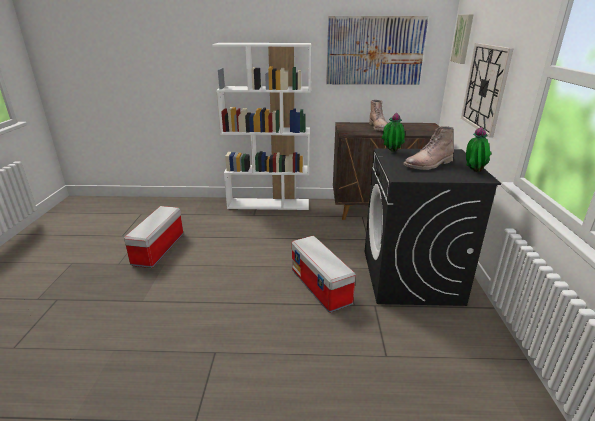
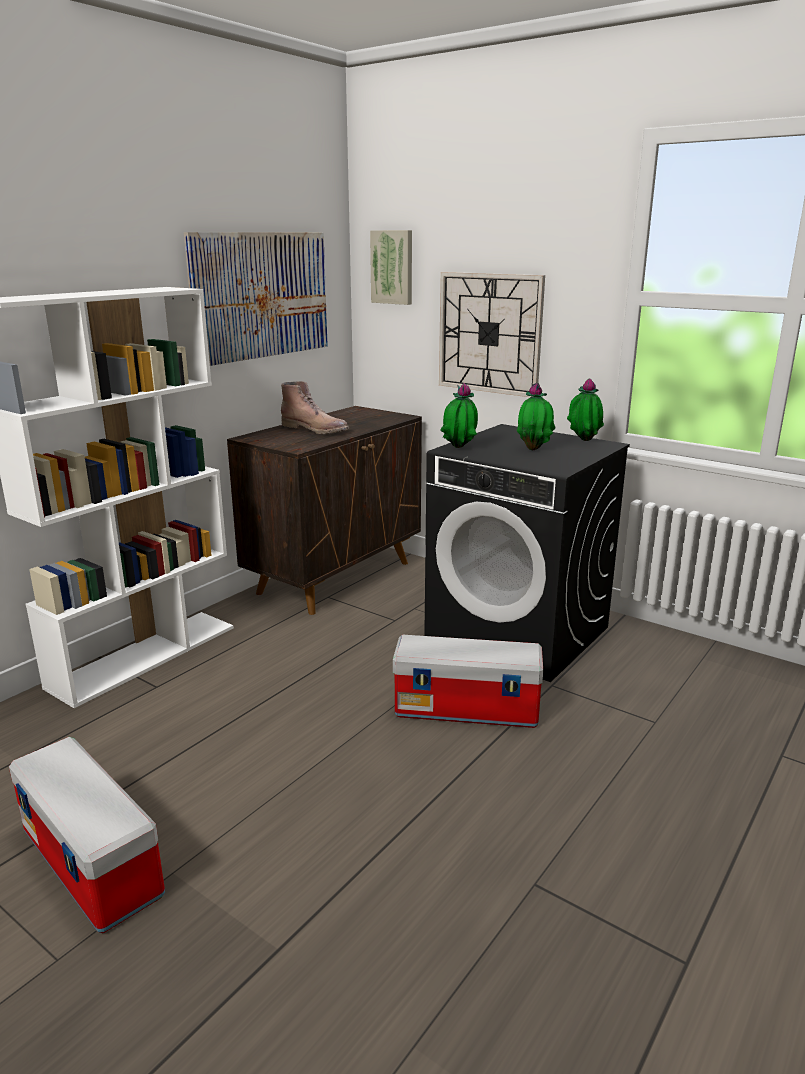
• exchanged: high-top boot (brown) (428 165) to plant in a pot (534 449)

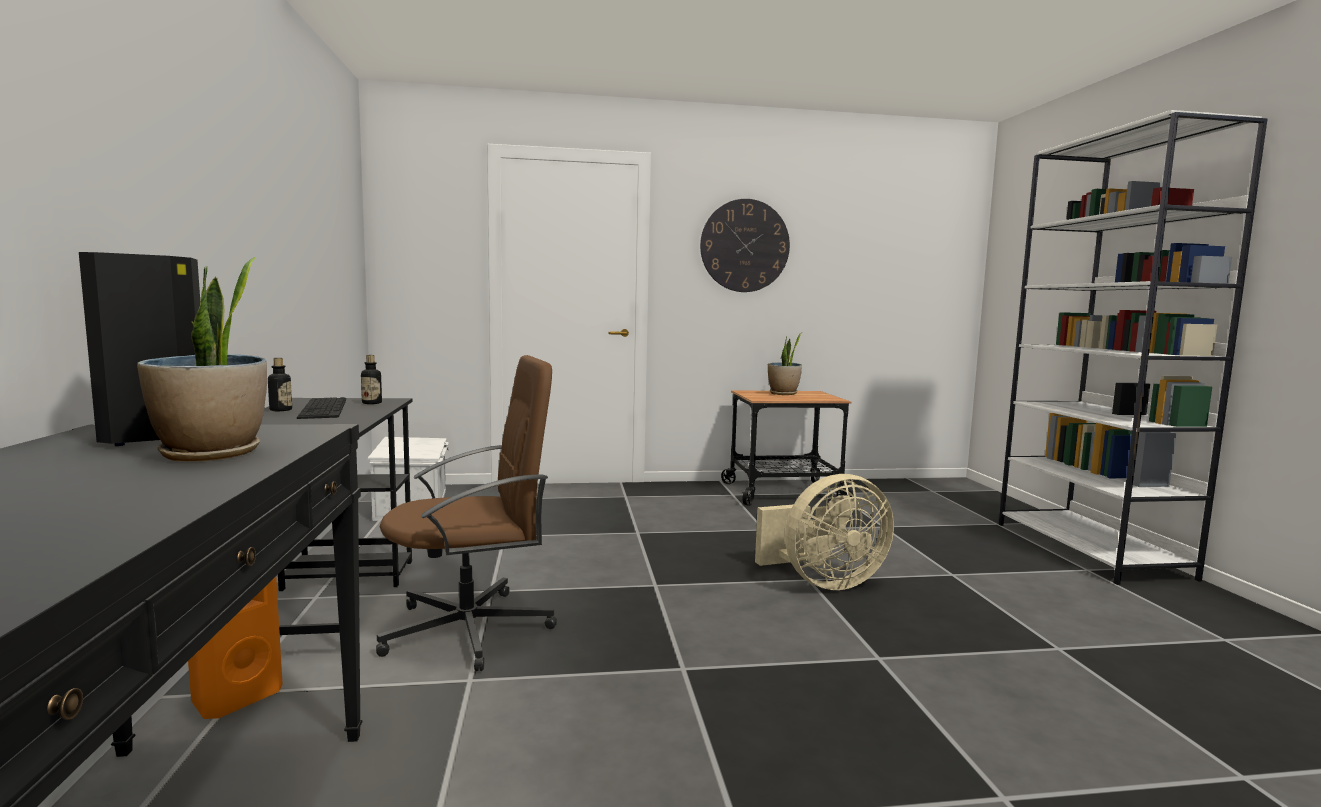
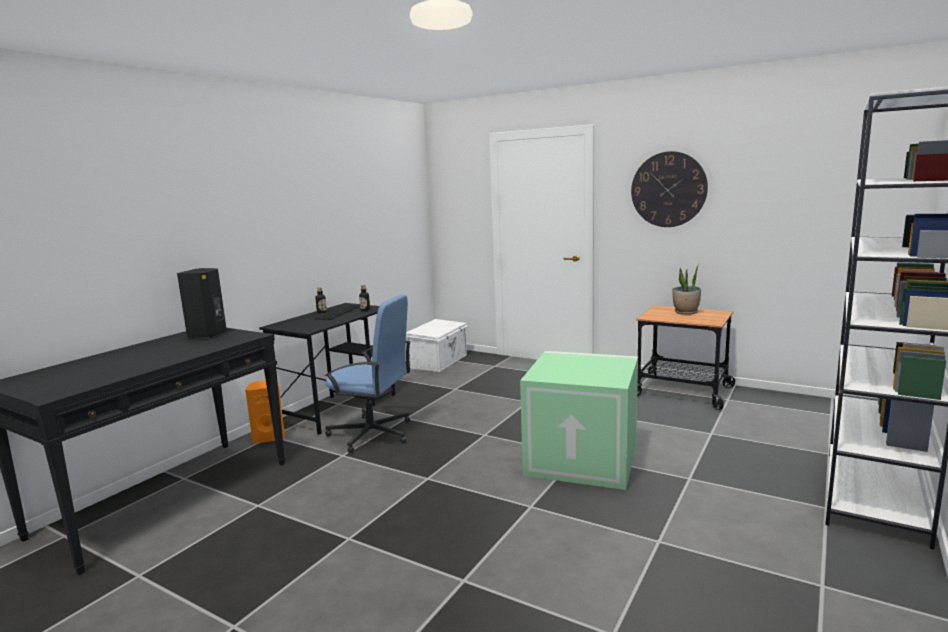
• missing: plant in a pot (212 453)
• exchanged: fan (beige) (824 582) to storage bin (green-coloured) (583 458)
• colour: computer chair (brown) (471 629) to computer chair (blue) (372 434)

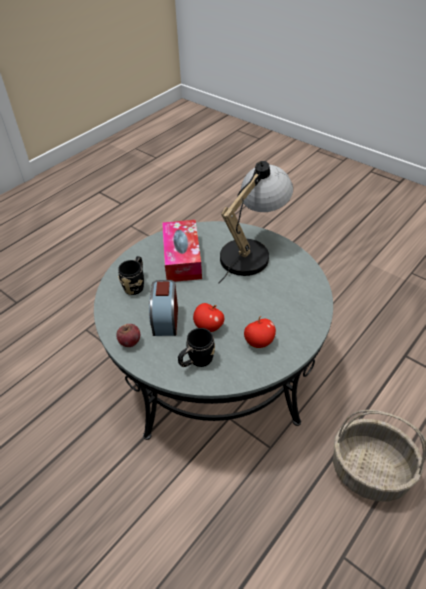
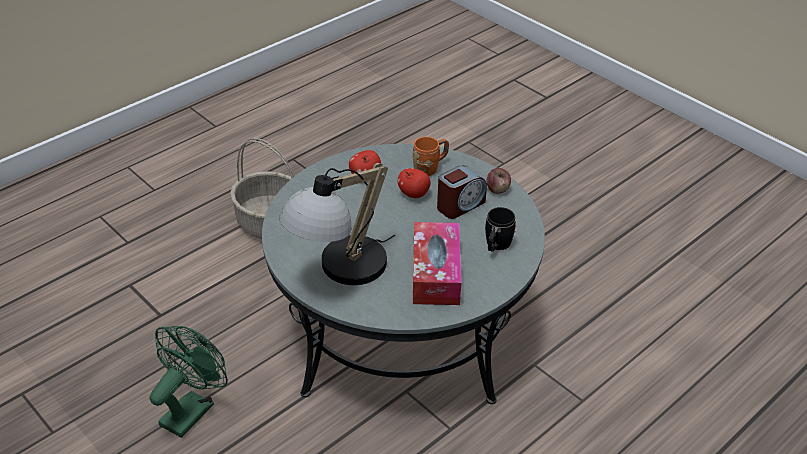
• appeared: fan (green-coloured) (192 409)
• colour: coffee mug (blackish) (196 361) to coffee mug (orange) (430 167)
• spun: alarm clock (165 319) = (460 205) 45 degrees clockwise

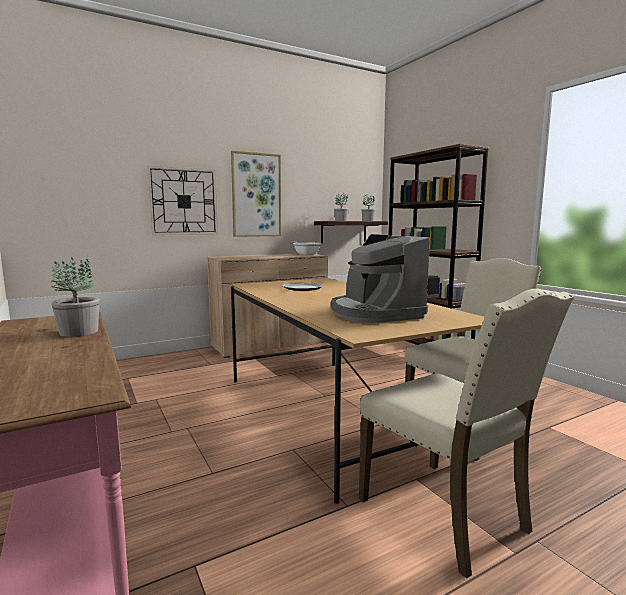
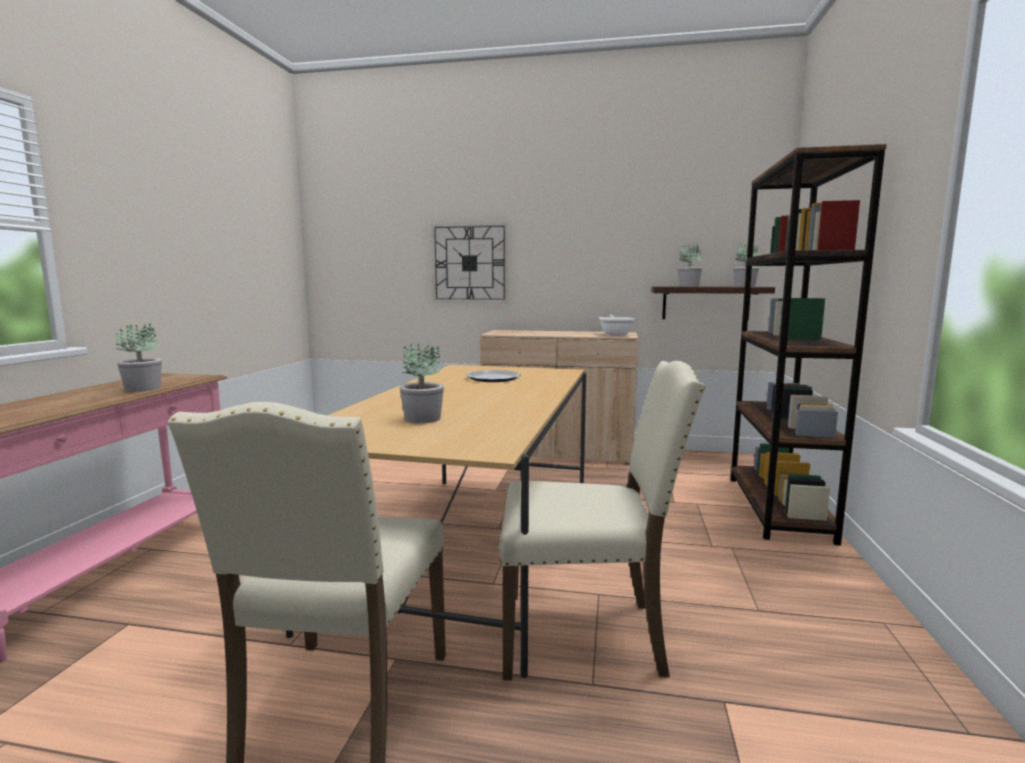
• missing: wall art (256 195)
• exchanged: coffee maker (374 313) to plant in a pot (423 419)

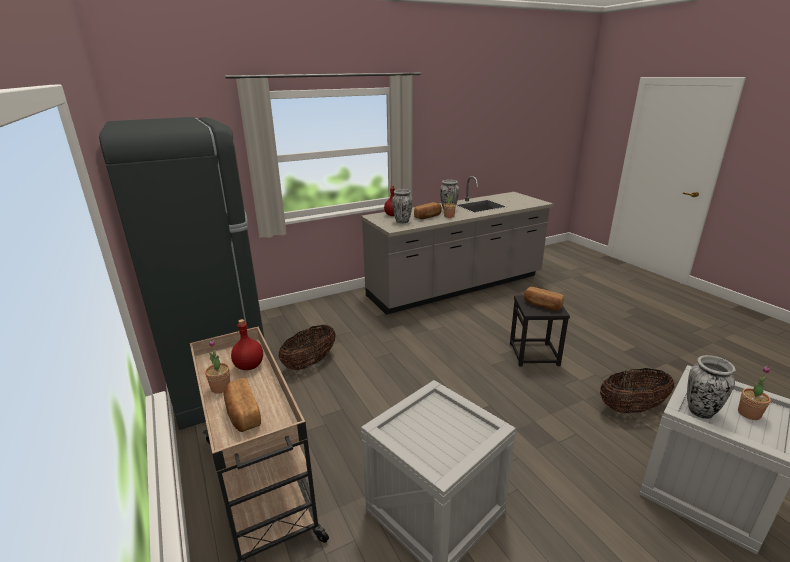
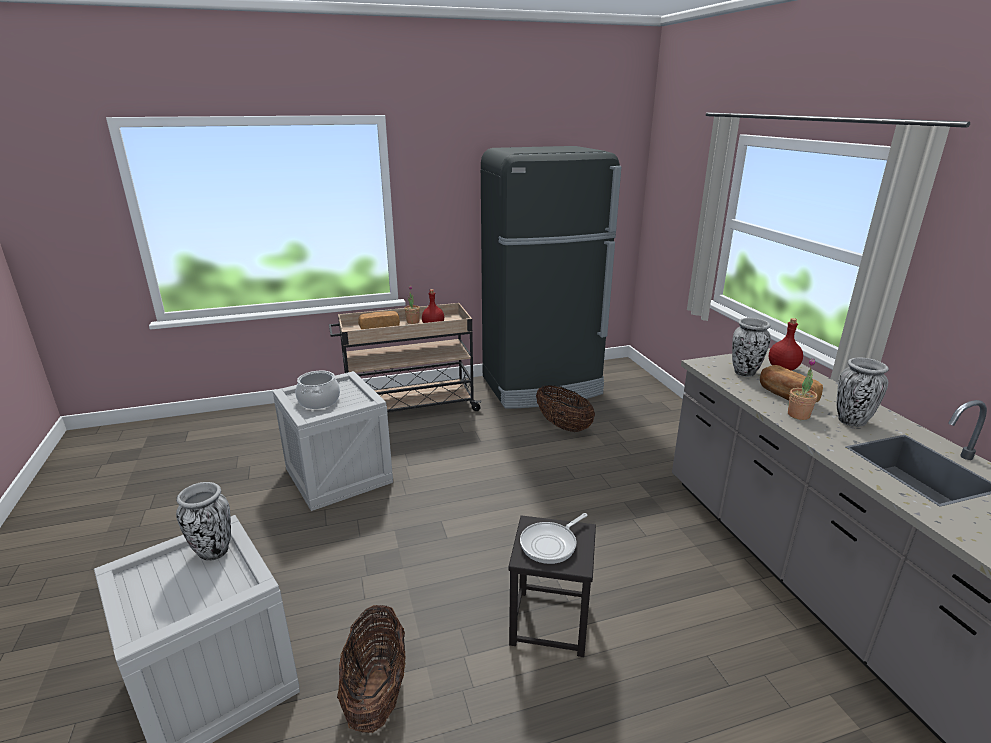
• missing: plant in a pot (749 414)
• appeared: stockpot (319 401)
• exchanged: bread (542 305) to frying pan (551 544)

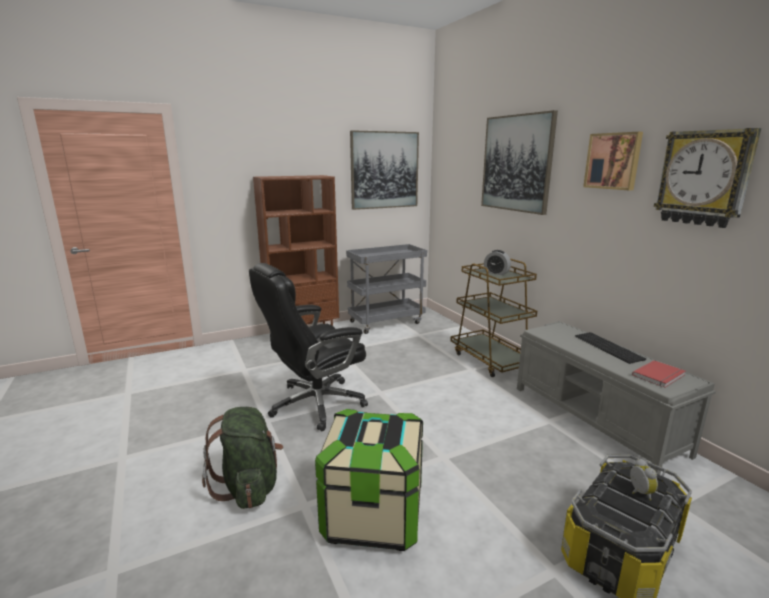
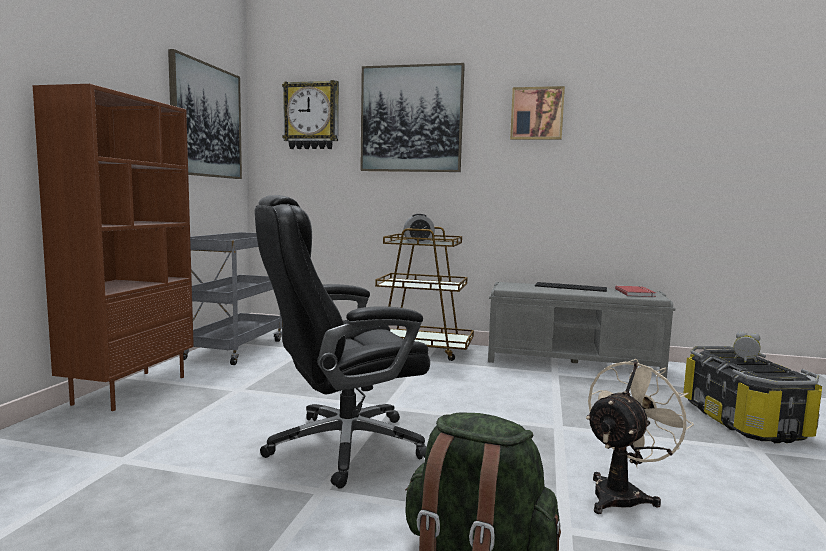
• relocated: clock on the wall (704 178) to (311 116)
• exchanged: storage bin (373 515) to fan (beige) (622 494)
• spun: computer chair (blackish) (315 404) = (342 446) 60 degrees clockwise

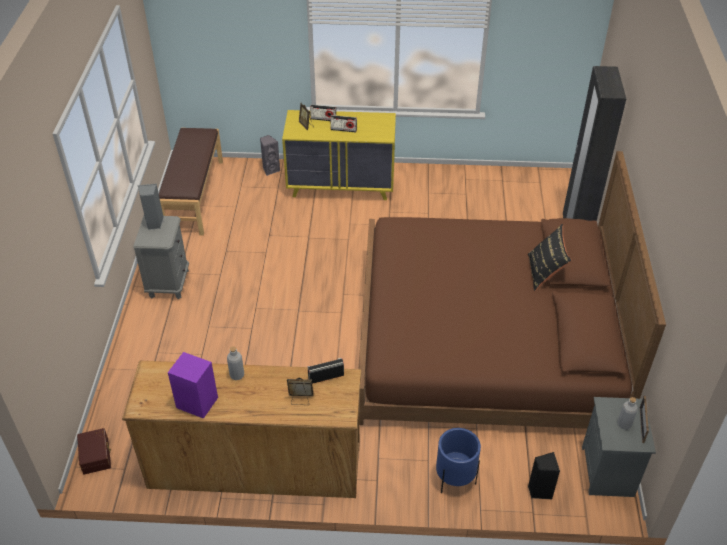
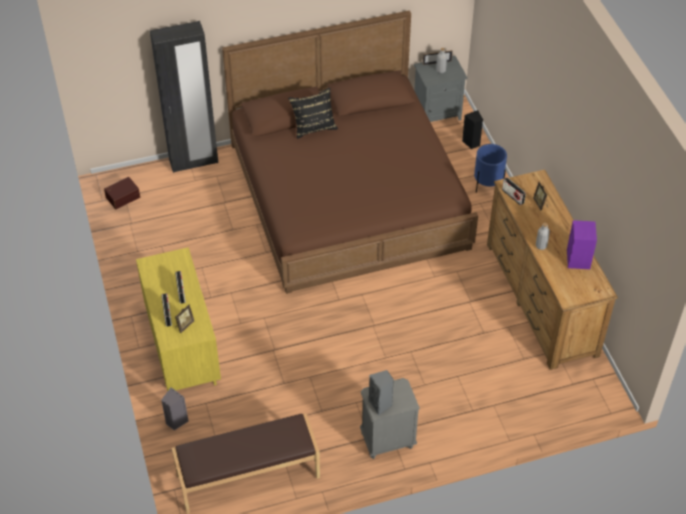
• relocated: storage bin (brown) (96 455) to (122 197)

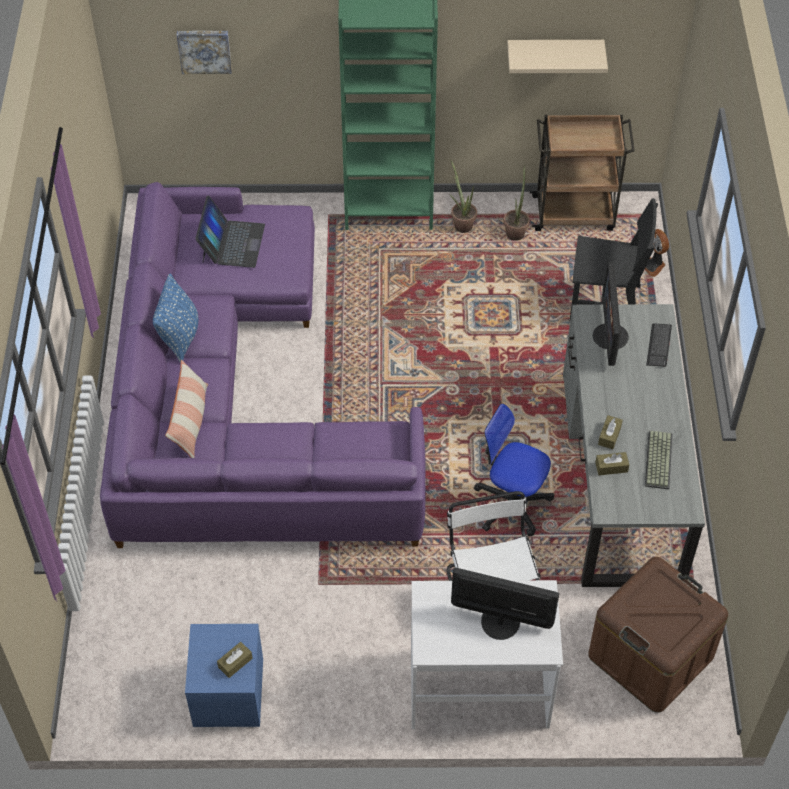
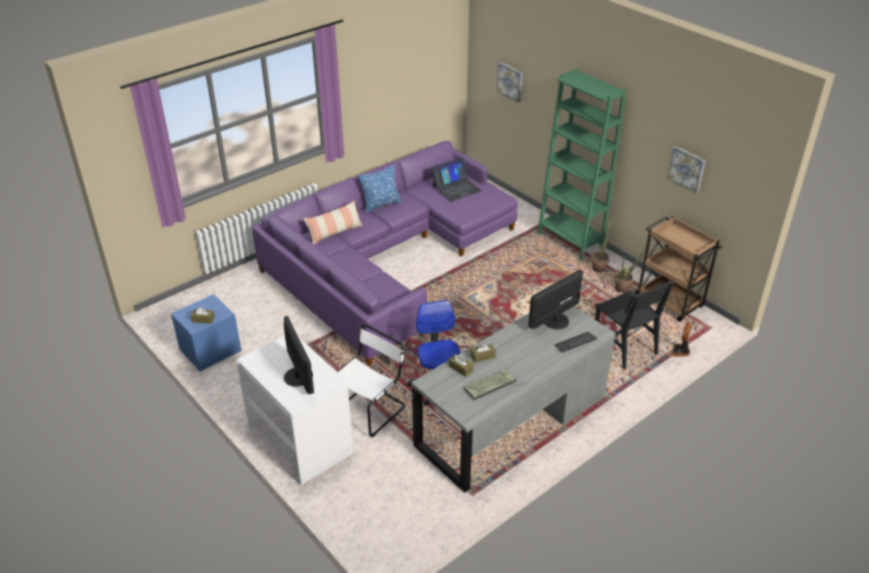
• missing: storage bin (brown) (650 656)
• exchanged: wall shelf (beige) (554 53) to wall art (687 168)

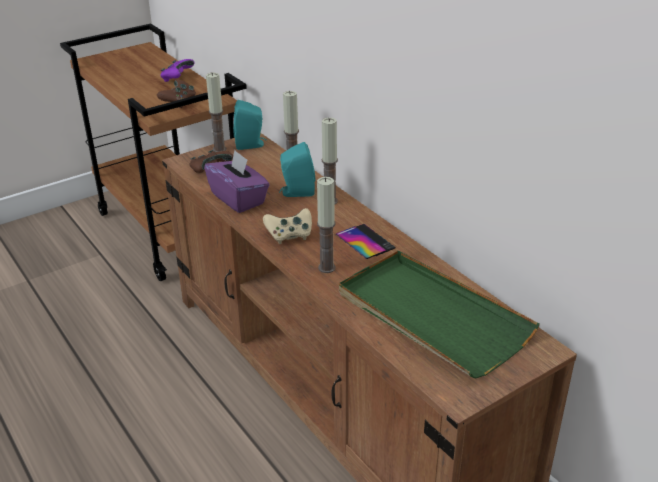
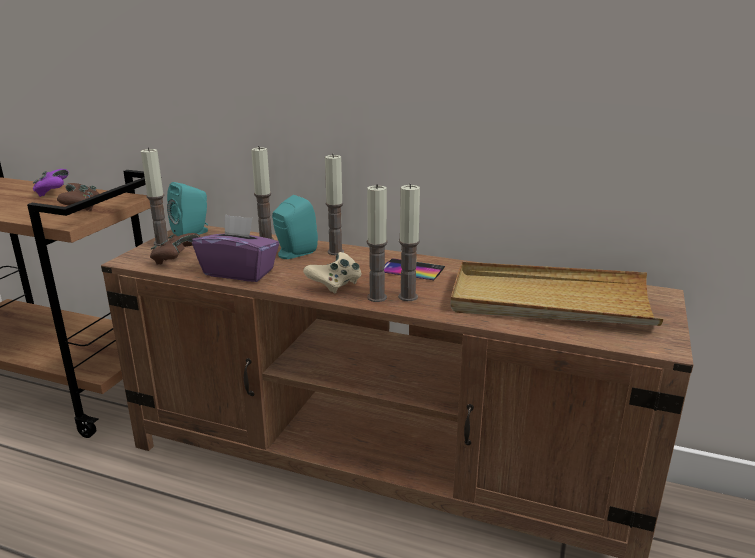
• appeared: candle (377 297)
• colour: tray (green-coloured) (431 316) to tray (beige) (549 301)

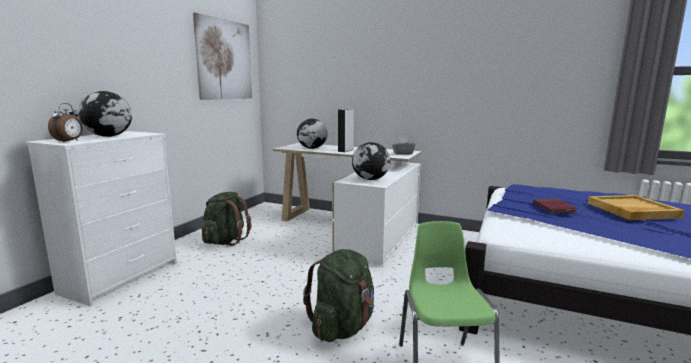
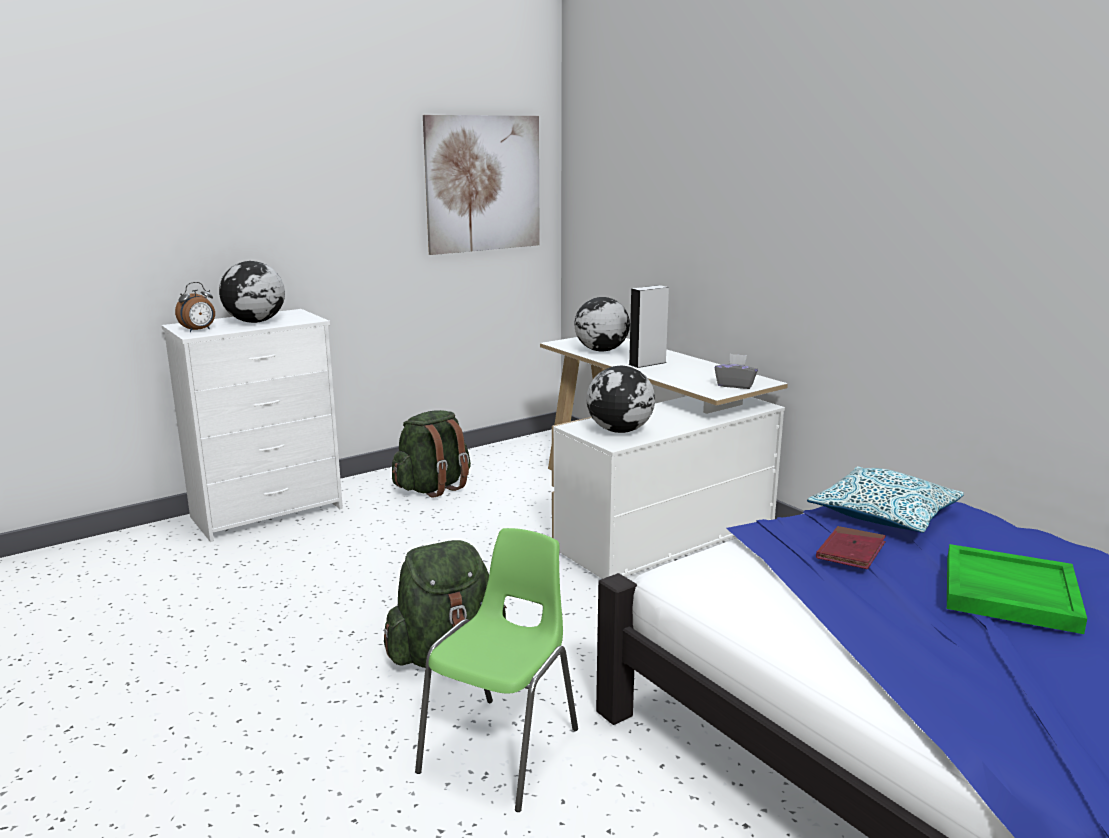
• appeared: pillow (884 515)
• colour: tray (beige) (632 210) to tray (green-coloured) (1008 593)

